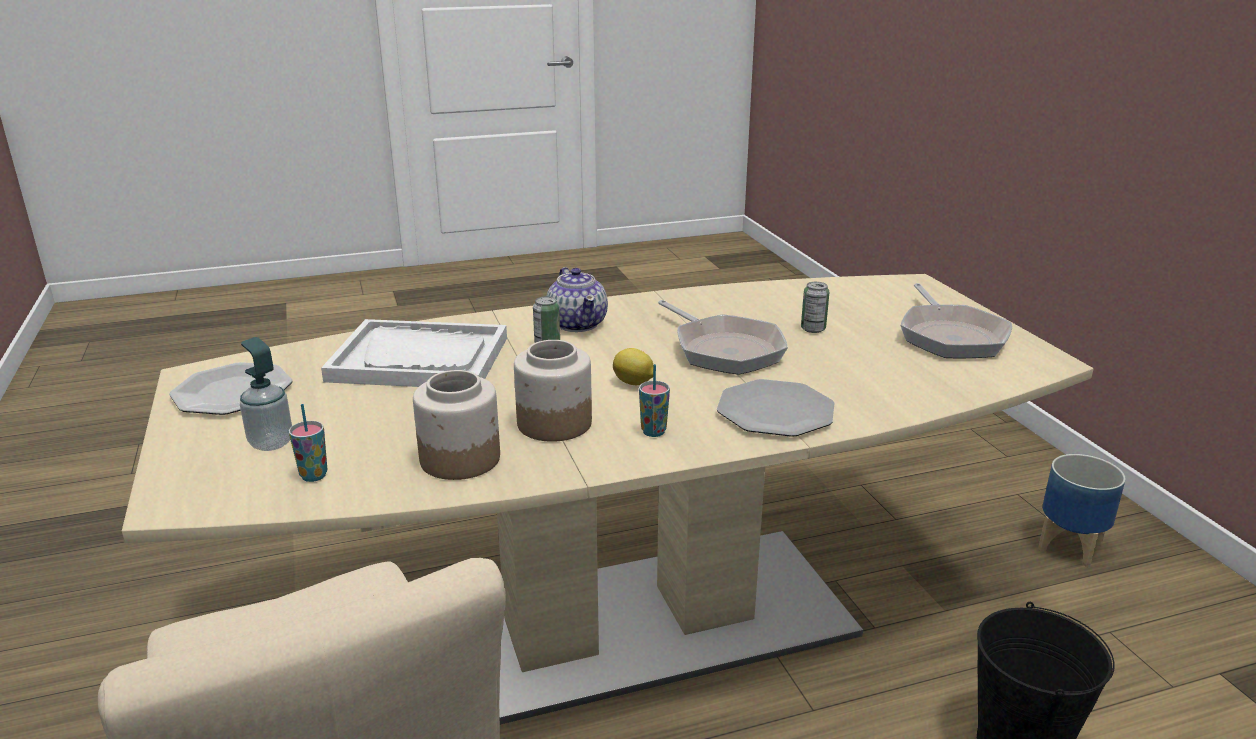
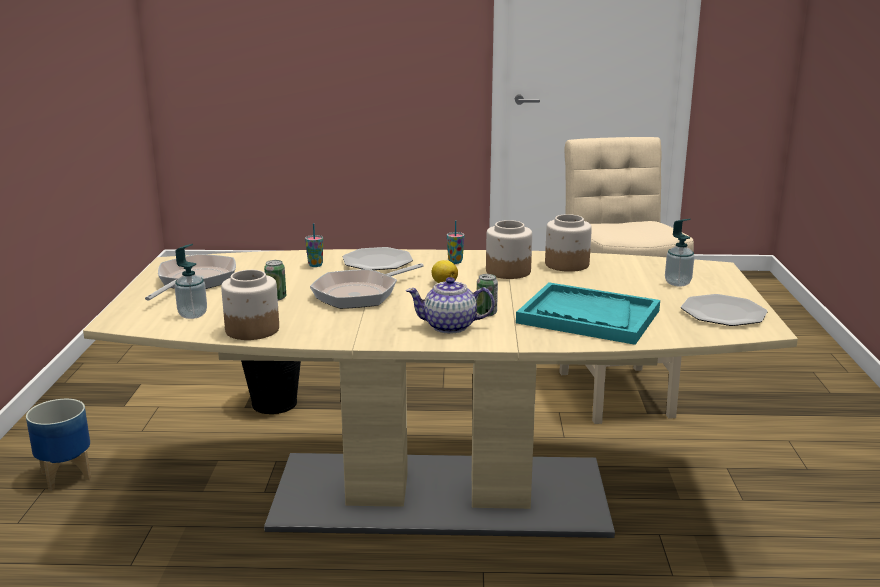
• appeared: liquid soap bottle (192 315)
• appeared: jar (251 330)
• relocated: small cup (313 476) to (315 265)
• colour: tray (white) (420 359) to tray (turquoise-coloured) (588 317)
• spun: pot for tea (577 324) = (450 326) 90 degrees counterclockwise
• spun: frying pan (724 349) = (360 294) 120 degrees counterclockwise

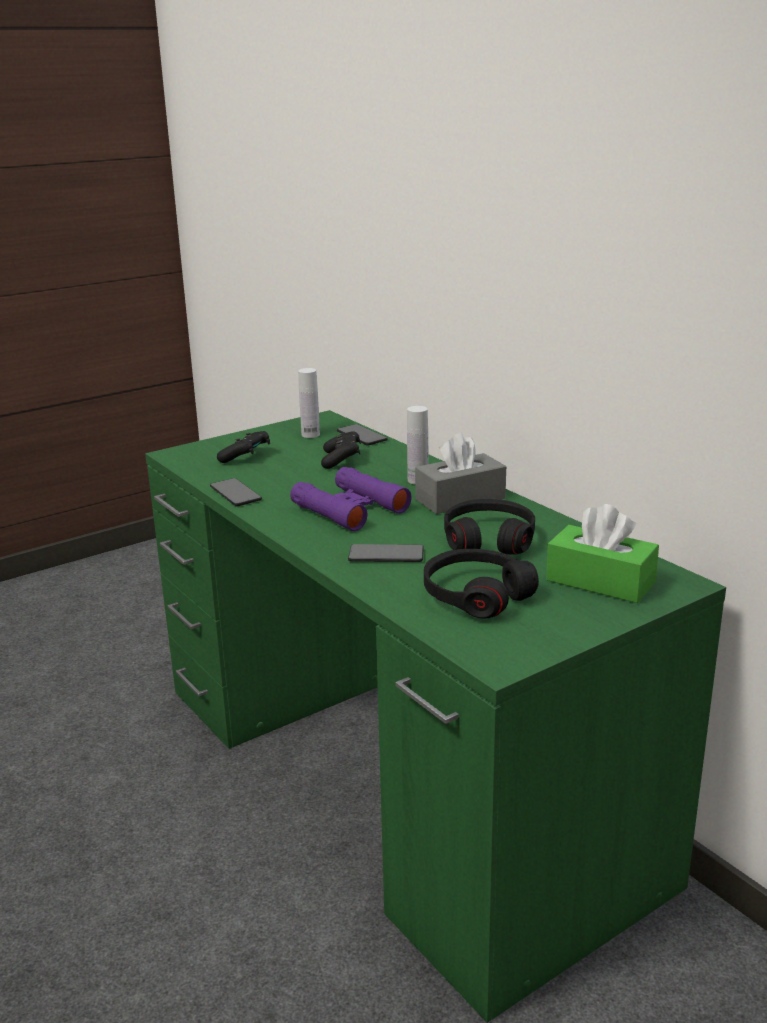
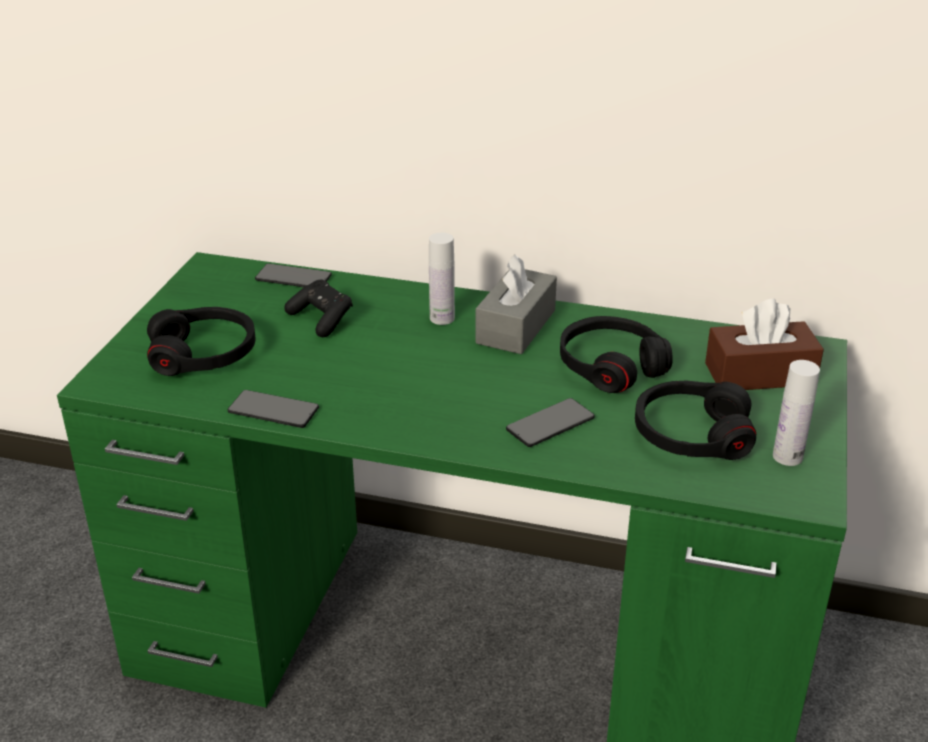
• missing: pair of binoculars (purple-coloured) (350 509)
• relocated: bottle (white) (310 434) to (787 456)
• exchanged: gamepad (blackish) (246 457) to headset (blackish) (203 354)
• colour: box of tissues (green-coloured) (600 581) to box of tissues (brown) (760 374)

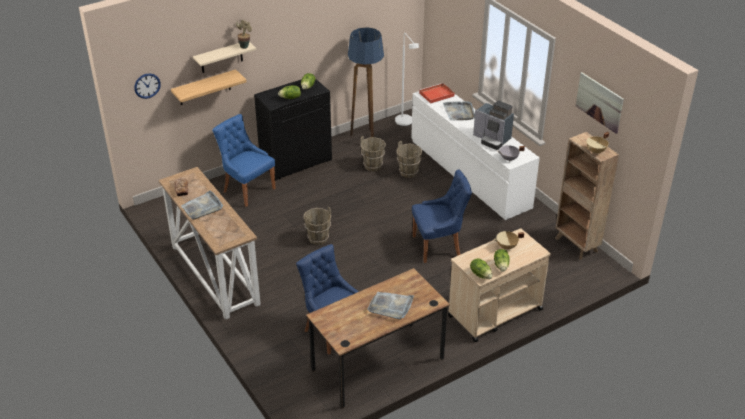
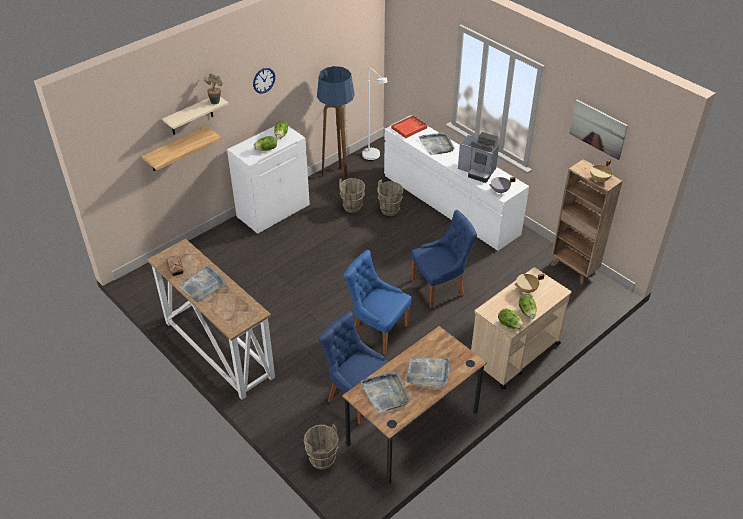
• appeared: tray (grey) (386 393)
• relocated: clock on the wall (147 85) to (263 80)
• relocated: upright chair (blue) (247 189) to (377 330)
• relocated: water bucket (brown) (318 238) to (322 459)
• colour: storage cabinet (blackish) (296 161) to storage cabinet (white) (273 211)

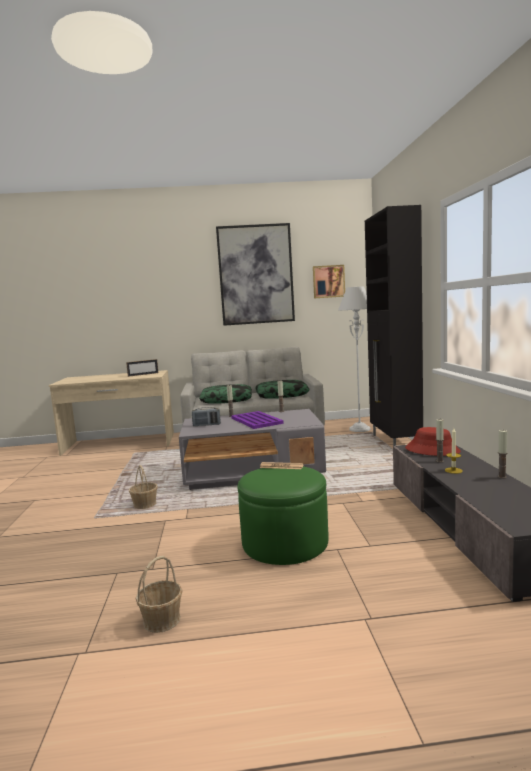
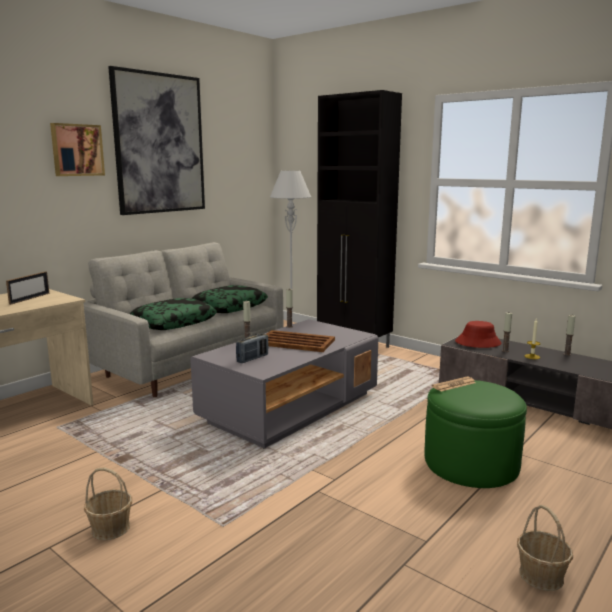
• relocated: household basket (145 505) to (110 528)
• relocated: wall art (328 281) to (77 150)
• colour: tray (purple-coloured) (256 421) to tray (brown) (296 342)

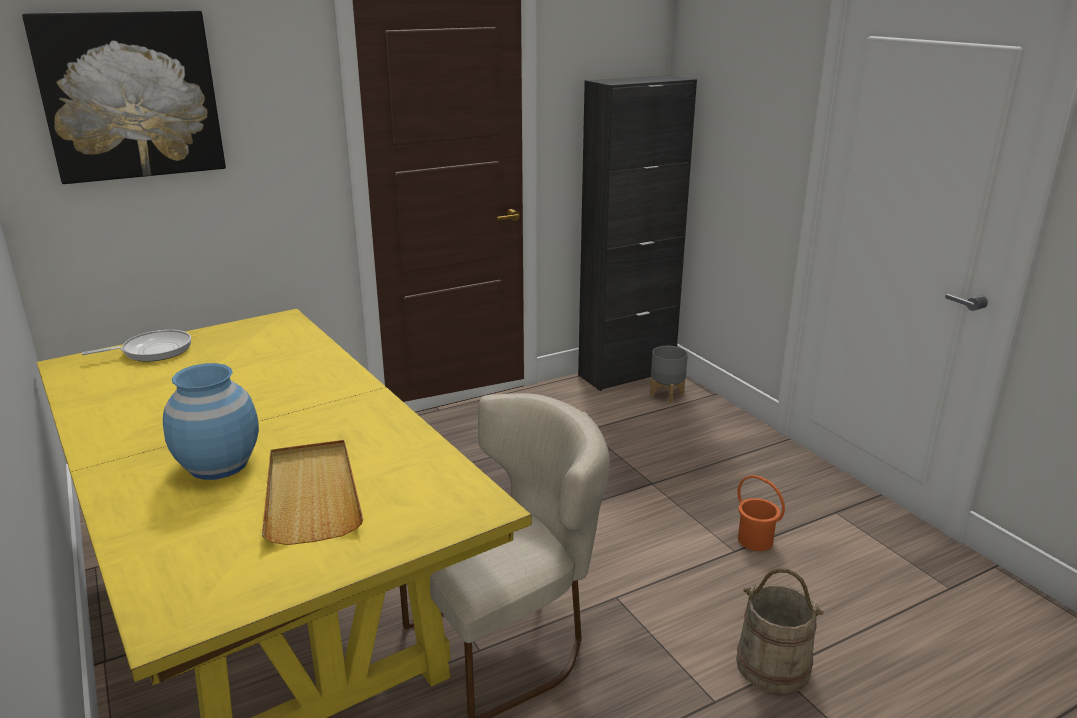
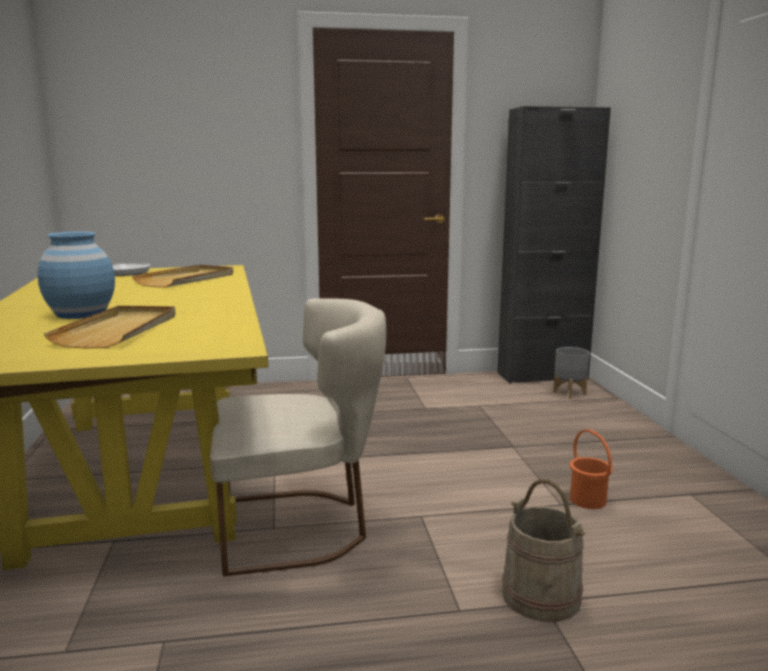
• missing: wall art (131 96)
• appeared: tray (beige) (187 279)

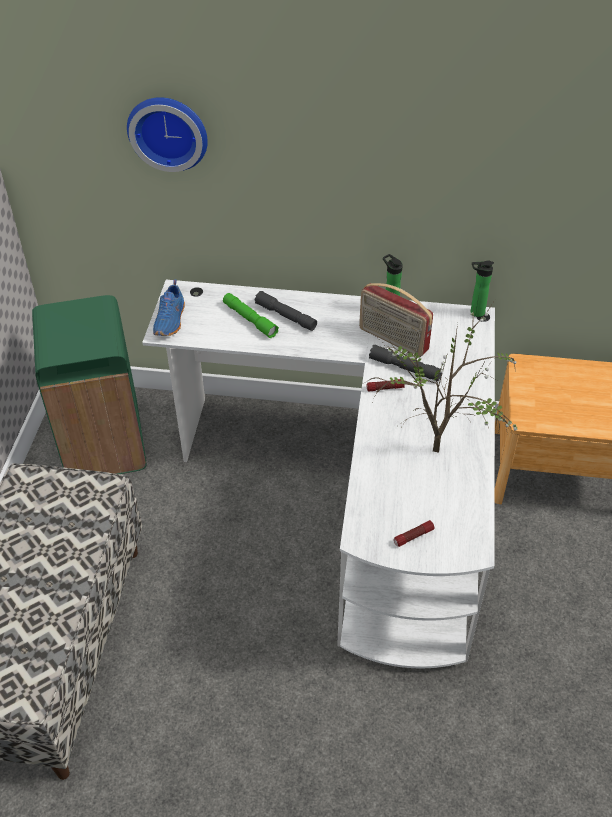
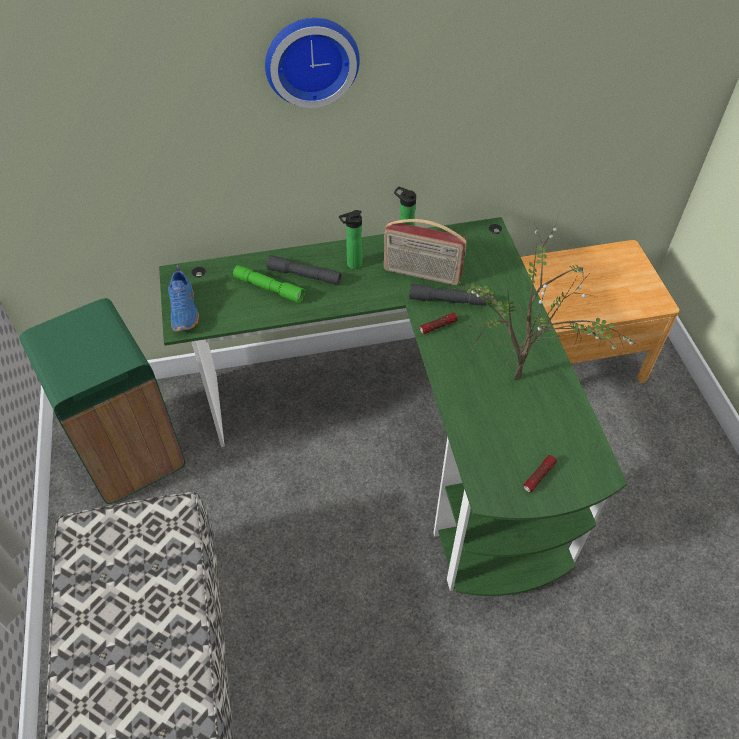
• relocated: clock on the wall (169 131) to (311 59)
• relocated: bottle (475 312) to (352 265)
• colour: desk (white) (358 497) to desk (green-coloured) (406 433)

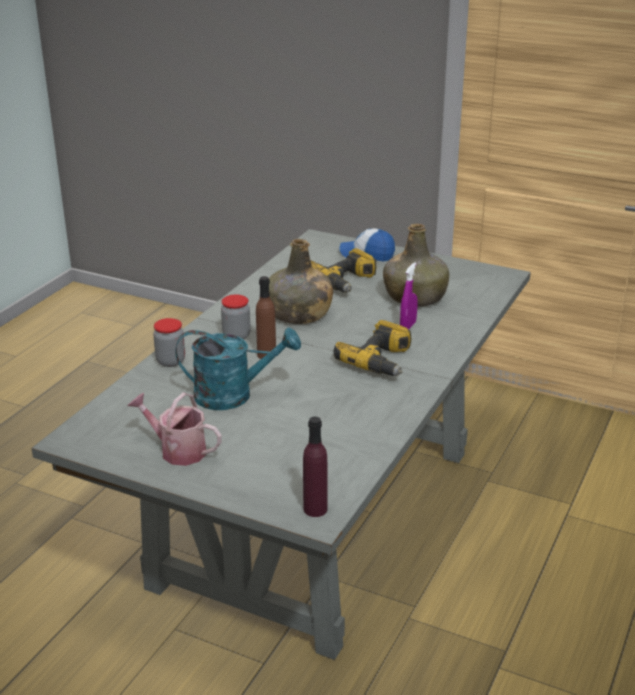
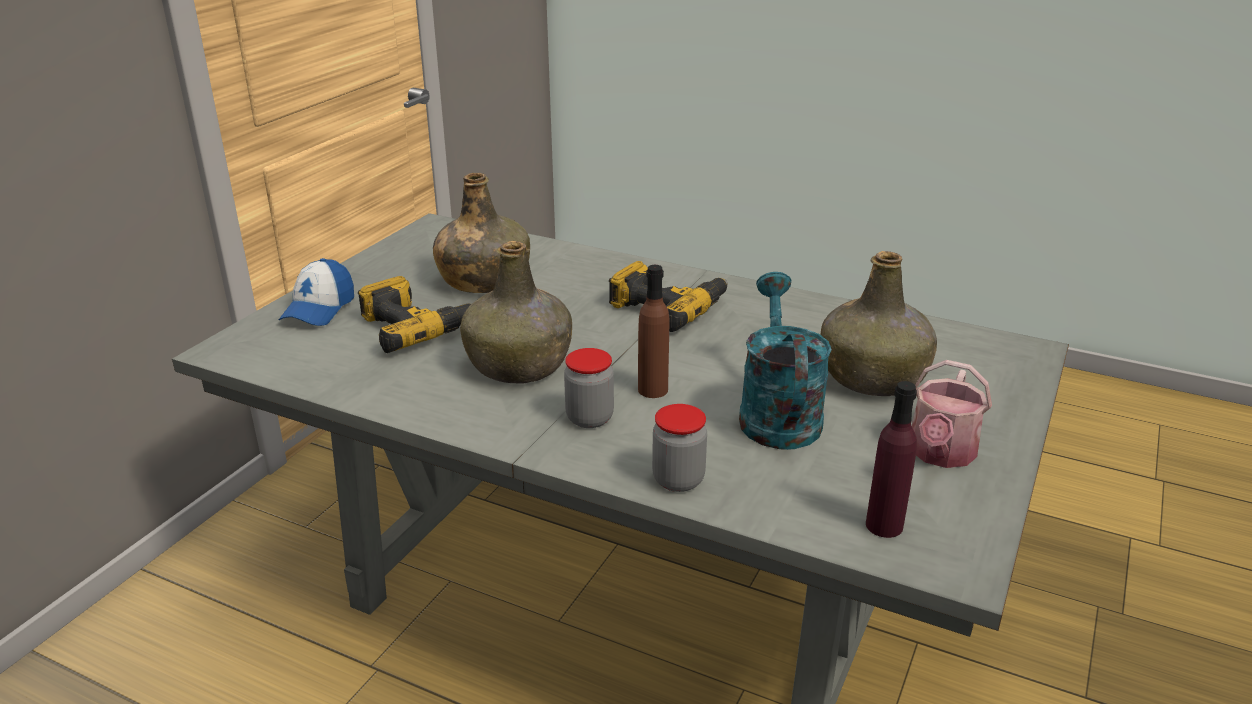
• missing: hand sprayer (purple-coloured) (408 326)
• appeared: bottle (green-coloured) (873 377)
• relocated: bottle (purple-coloured) (315 509) to (884 525)

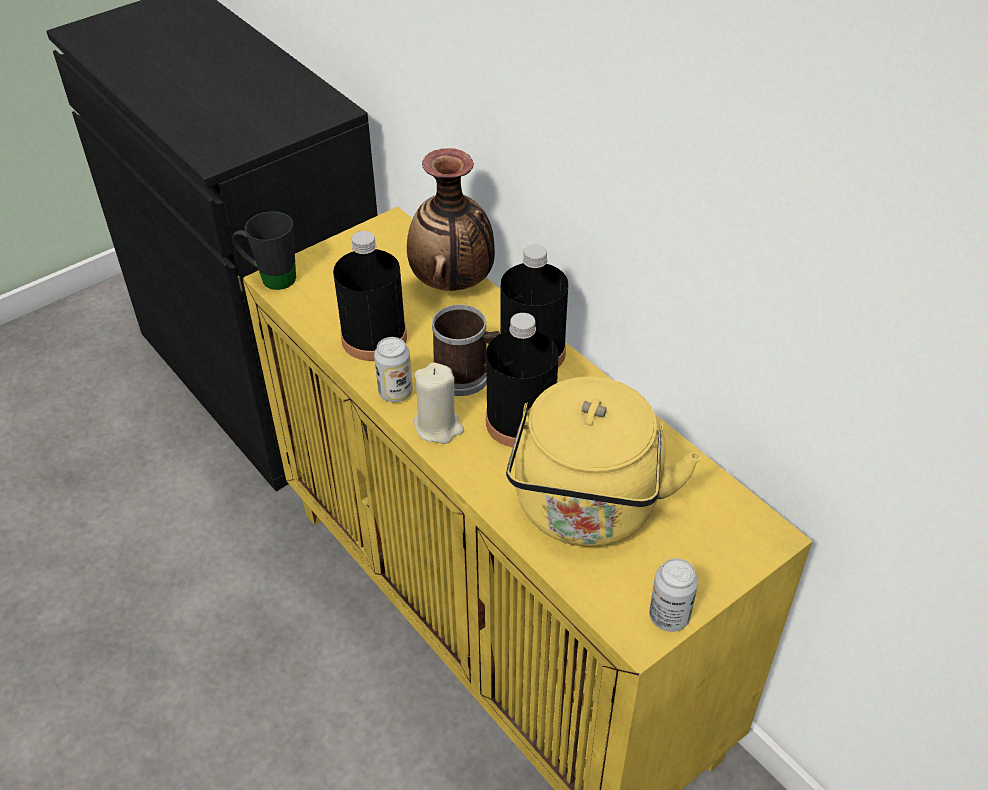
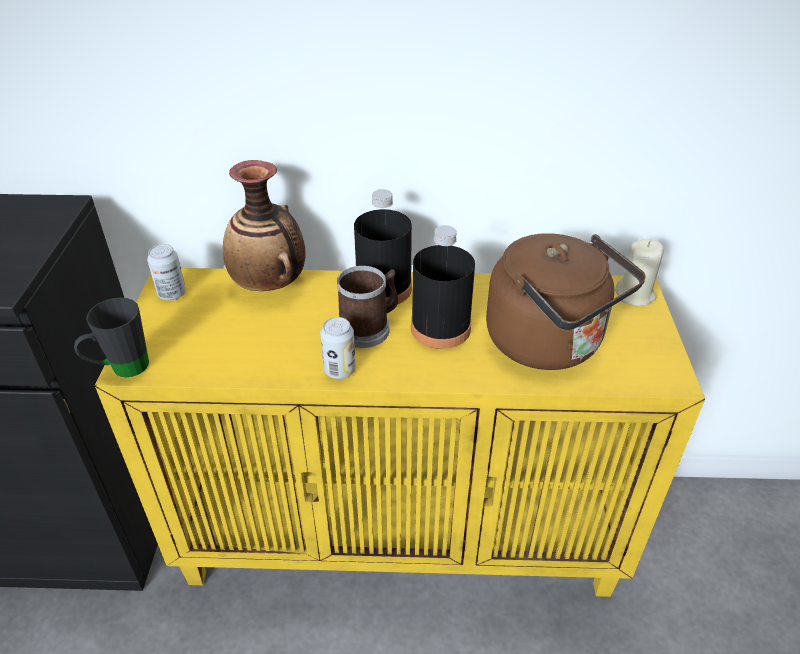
• missing: bottle (blackish) (374 338)
• relocated: candle (beige) (438 427) to (635 295)
• relocated: metal can (669 616) to (172 294)
• colour: tea kettle (yellowish) (586 510) to tea kettle (brown) (550 344)

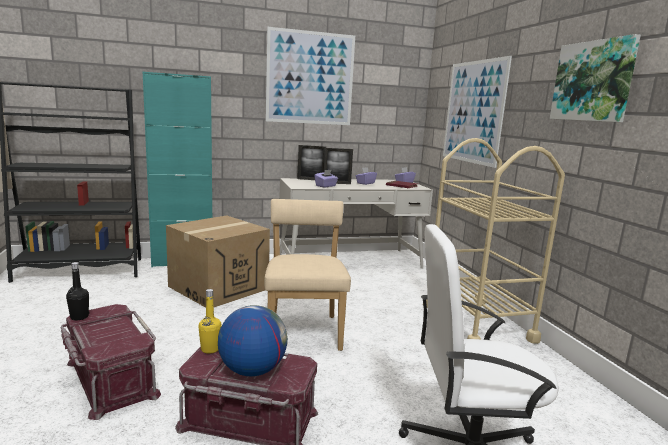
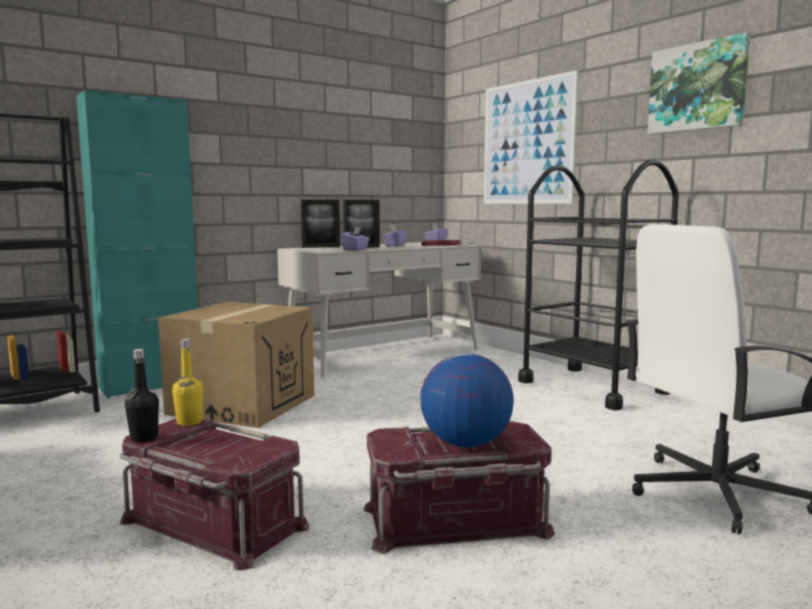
• missing: upright chair (beige) (304 330)
• missing: wall art (310 78)
• relocated: bottle (yellowish) (210 349) to (189 422)
• colour: trolley (beige) (477 322) to trolley (blackish) (592 387)

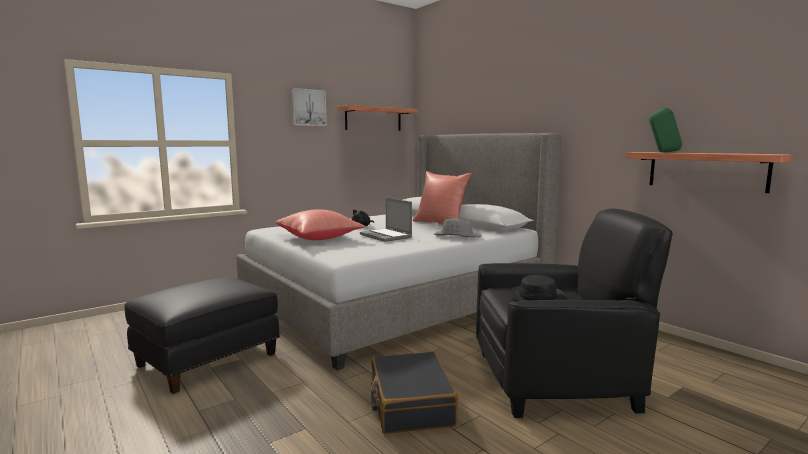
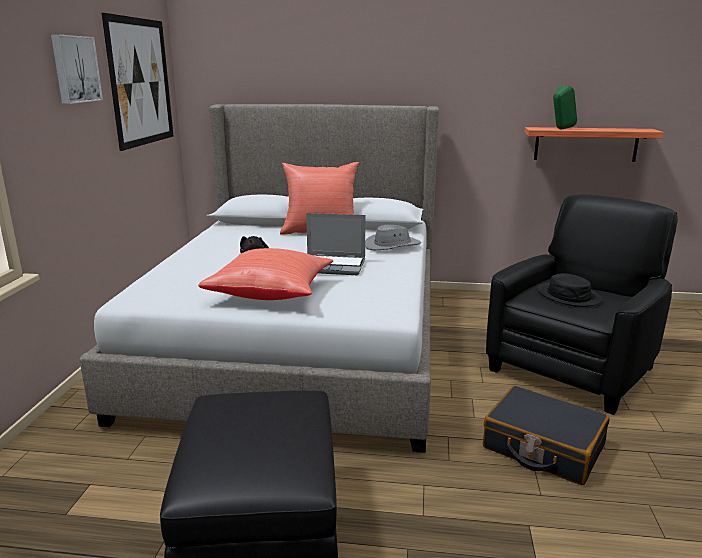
• exchanged: wall shelf (373 119) to wall art (141 82)

